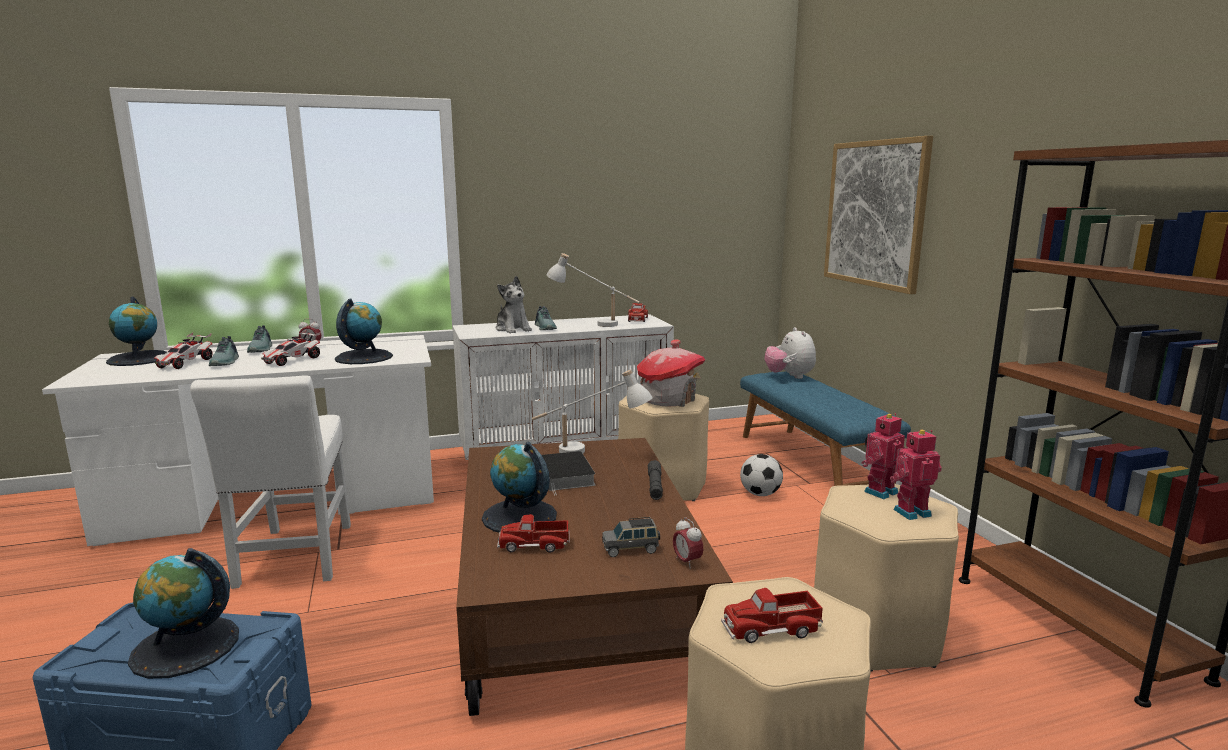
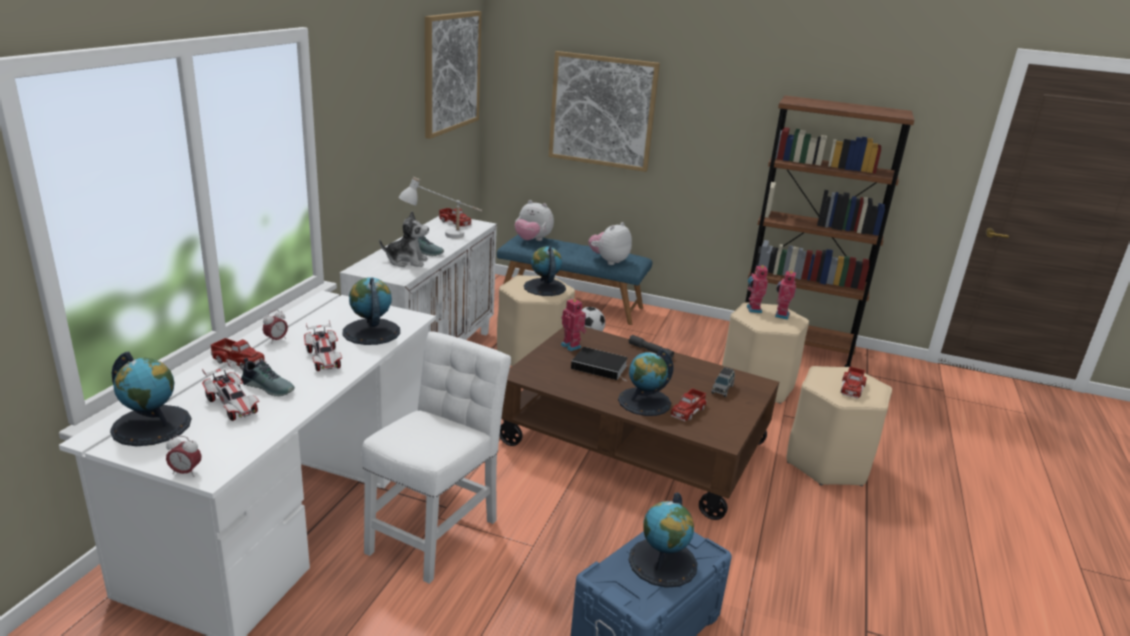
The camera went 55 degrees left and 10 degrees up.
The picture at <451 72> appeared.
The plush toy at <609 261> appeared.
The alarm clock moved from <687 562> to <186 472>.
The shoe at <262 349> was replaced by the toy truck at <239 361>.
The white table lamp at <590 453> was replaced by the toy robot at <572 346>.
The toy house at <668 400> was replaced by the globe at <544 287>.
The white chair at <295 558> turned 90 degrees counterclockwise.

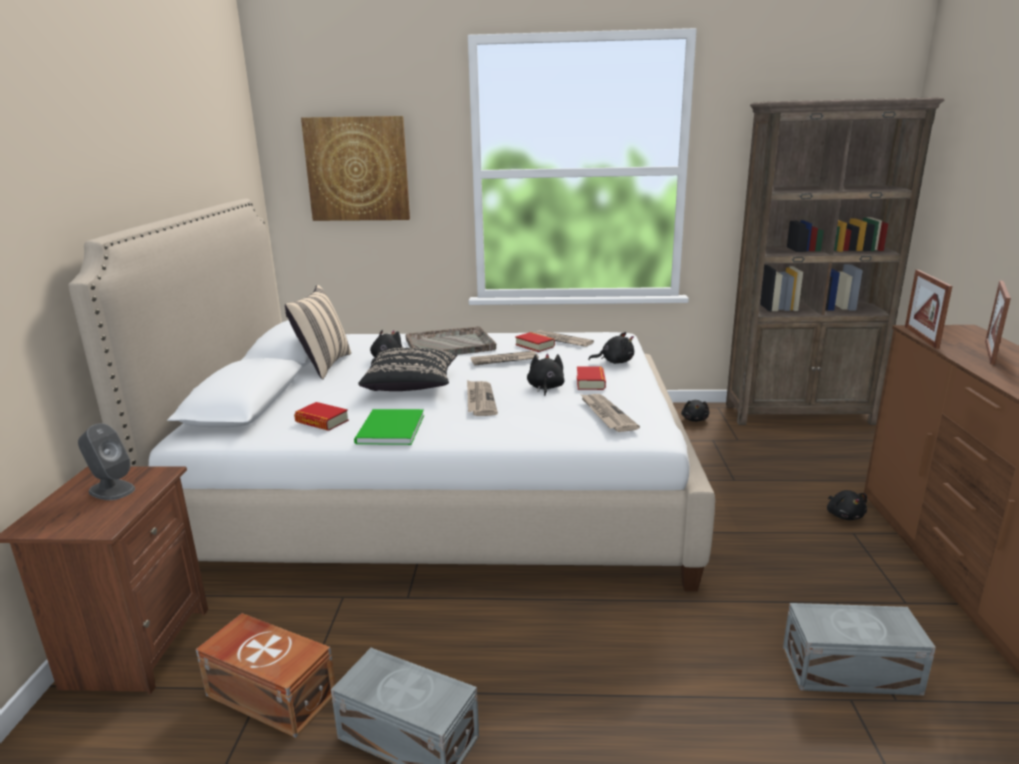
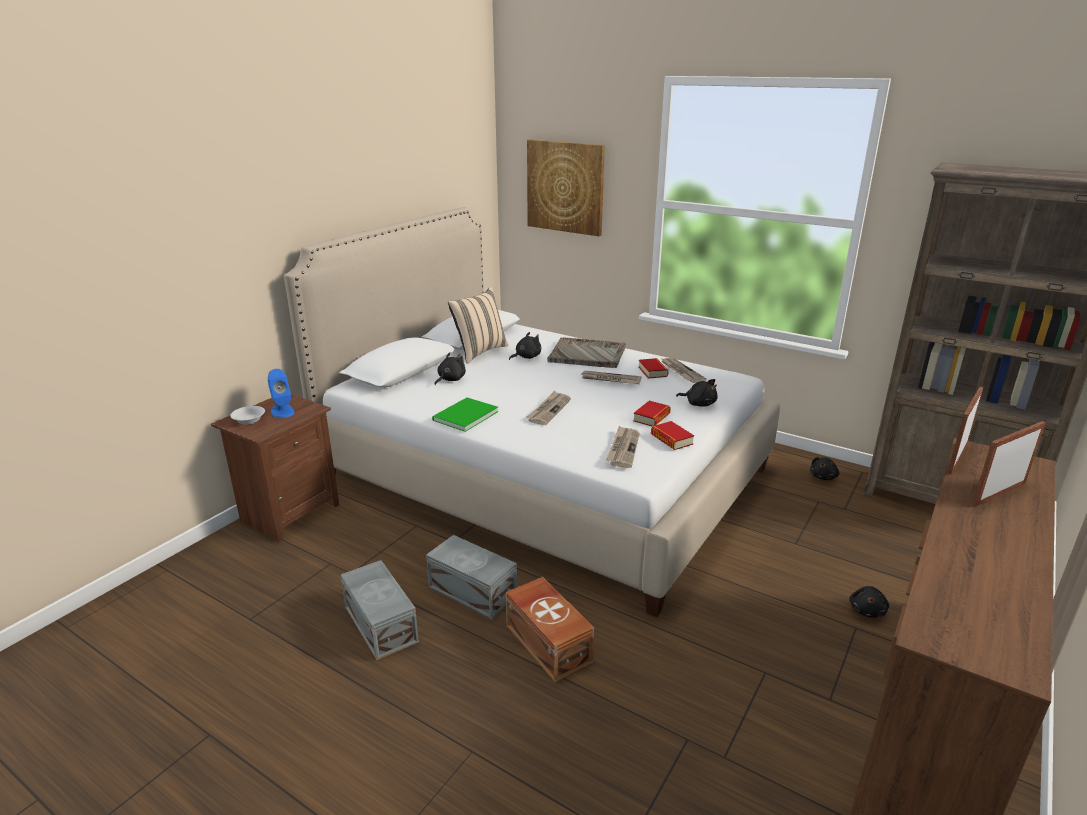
The camera went 30 degrees right and 5 degrees up.
The black pillow at <411 385> disappeared.
The white bowl at <249 421> appeared.
The brown storage box moved from <271 693> to <548 642>.
The book moved from <322 421> to <671 439>.
The black plush toy moved from <545 388> to <450 379>.
The grey storage box moved from <852 672> to <472 592>.
The grey speaker at <111 490> became the blue speaker at <282 411>.

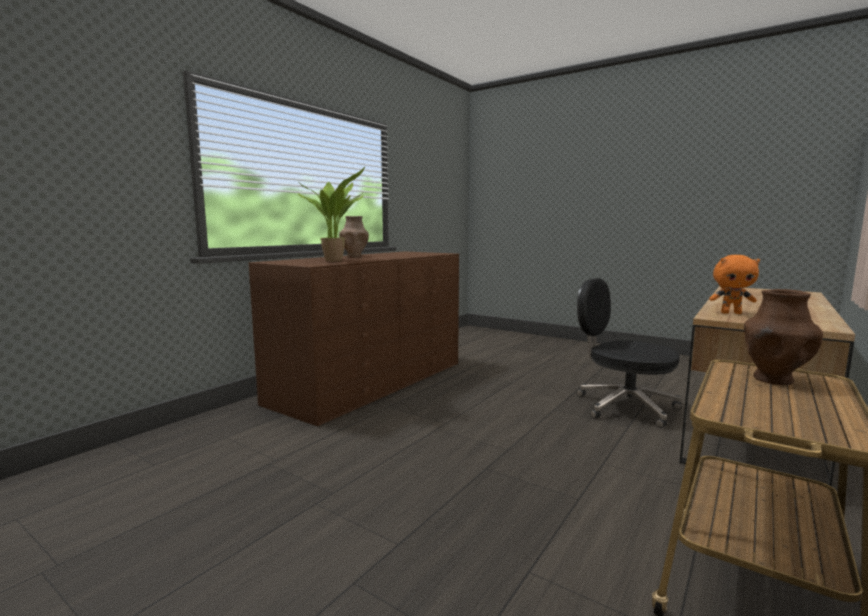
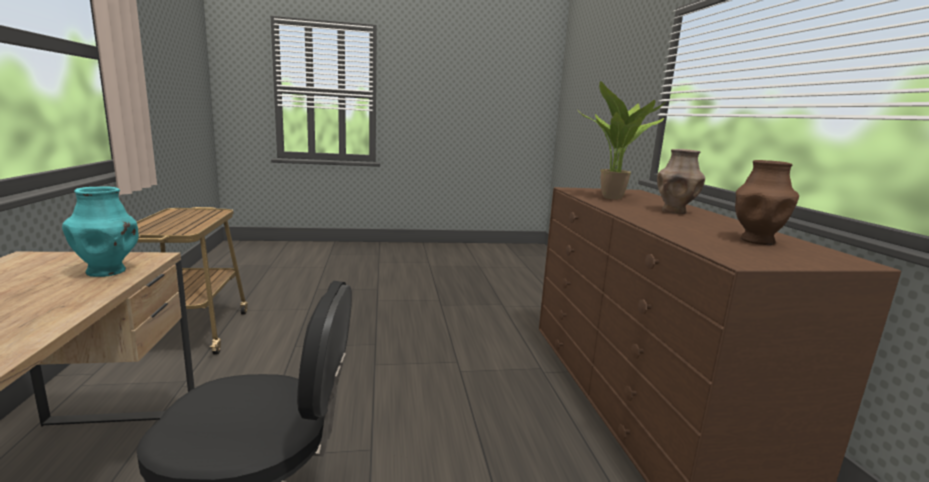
The camera went 135 degrees right and 5 degrees up.
The brown vase moved from <773 380> to <756 241>.
The orange plush toy at <731 313> was replaced by the turquoise vase at <107 271>.

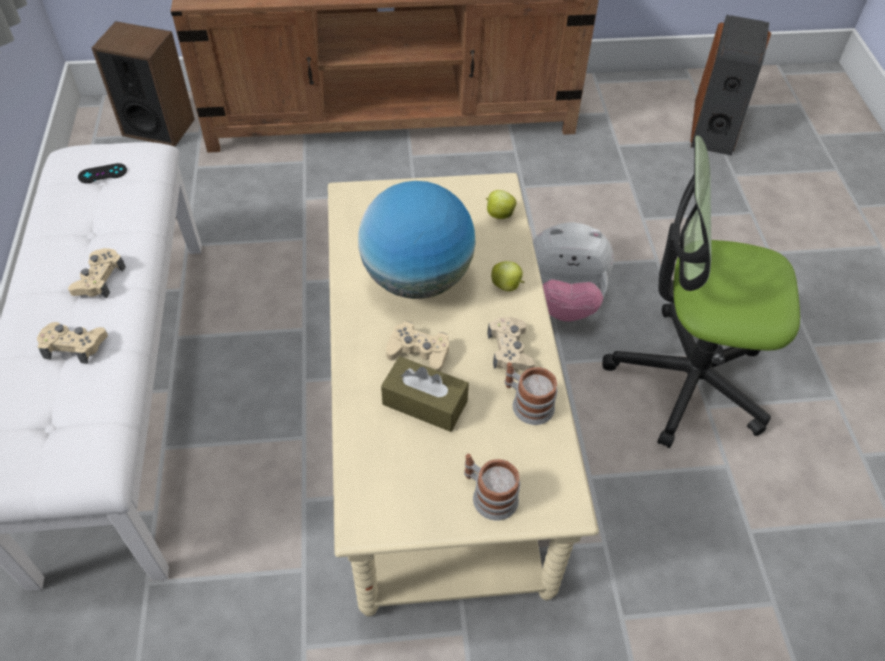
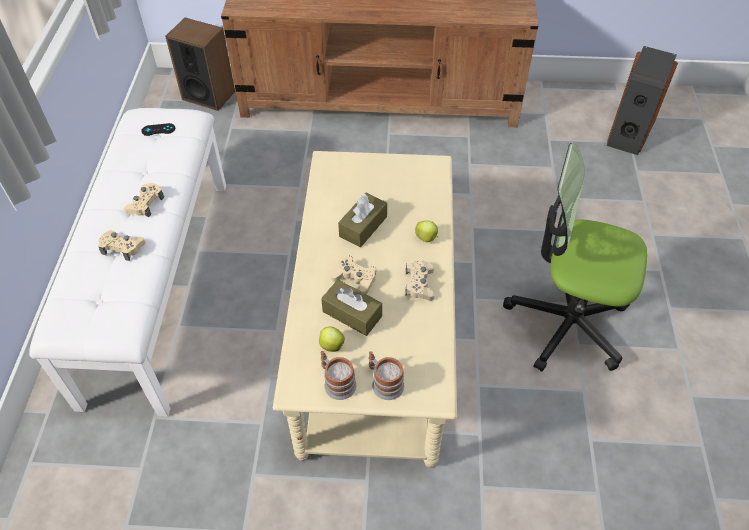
The camera went 10 degrees right and 0 degrees up.
The plush toy at <564 300> disappeared.
The apple moved from <499 214> to <331 345>.
The mug moved from <527 403> to <336 382>.
The globe at <417 279> was replaced by the brown tissue box at <363 226>.

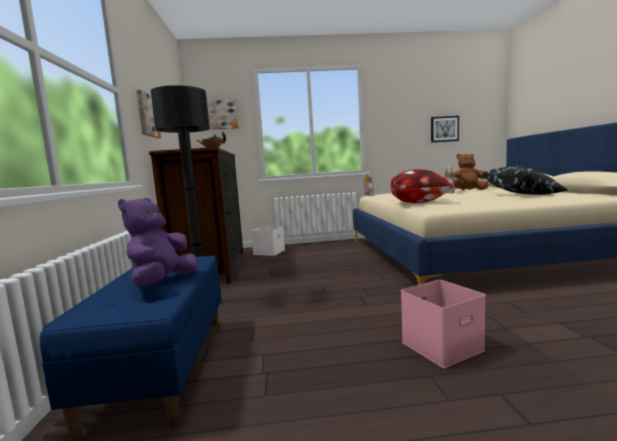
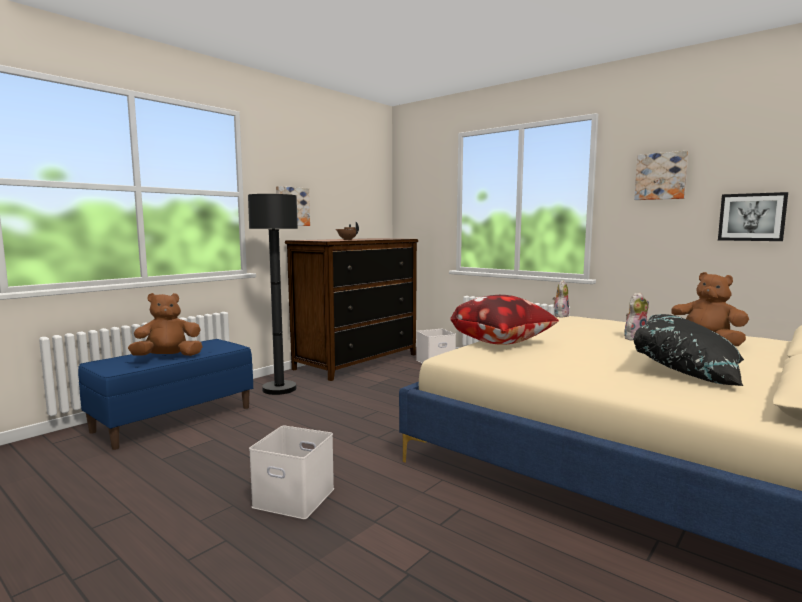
The camera went 45 degrees right and 0 degrees up.
The picture moved from <223 115> to <661 176>.
The purple plush toy at <162 283> became the brown plush toy at <168 357>.
The pink storage box at <442 347> became the white storage box at <292 498>.

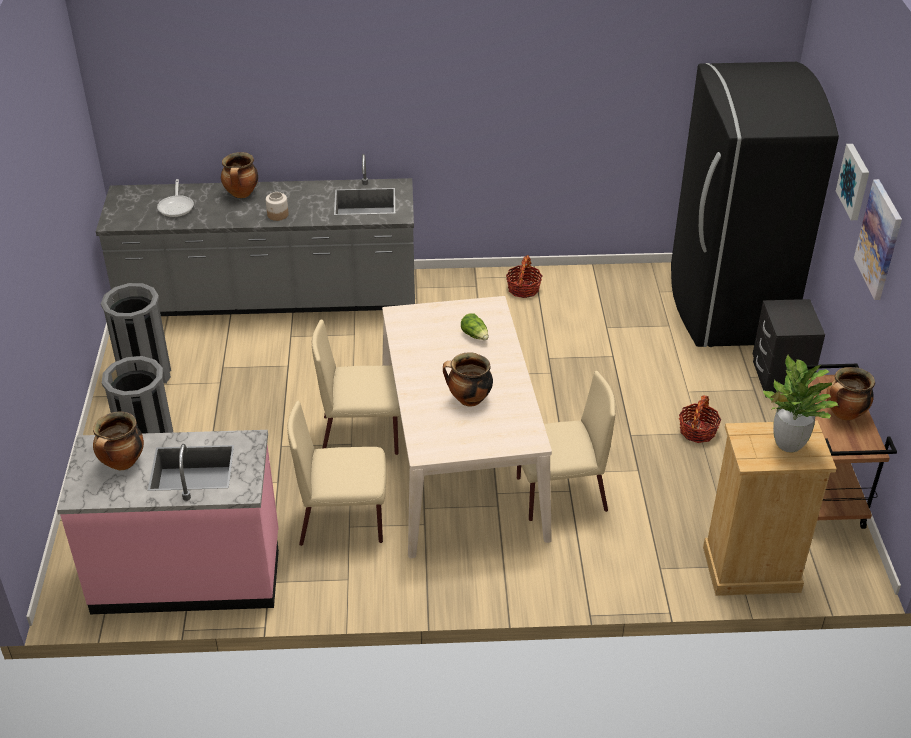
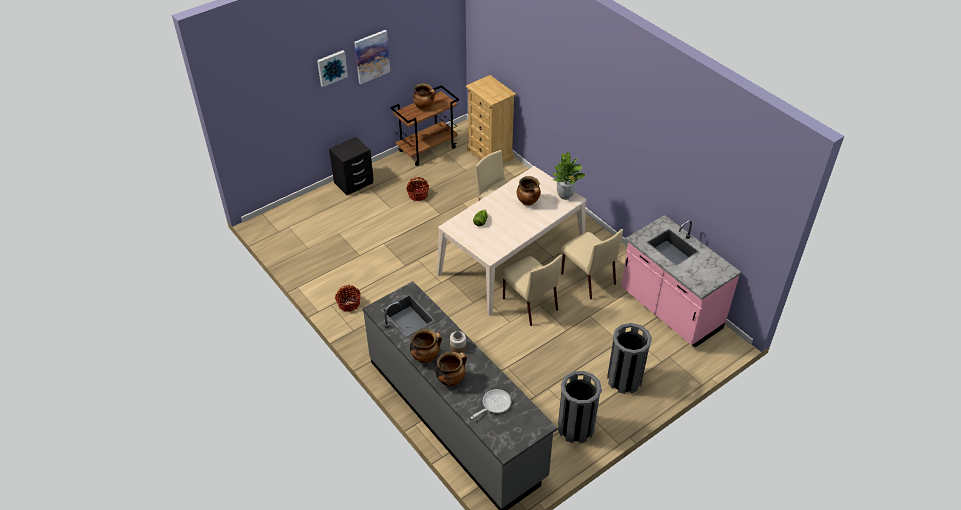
The camera went 125 degrees left and 5 degrees up.
The black fridge at <726 305> disappeared.
The cooking pot moved from <122 463> to <426 357>.
The potted plant moved from <788 444> to <565 195>.

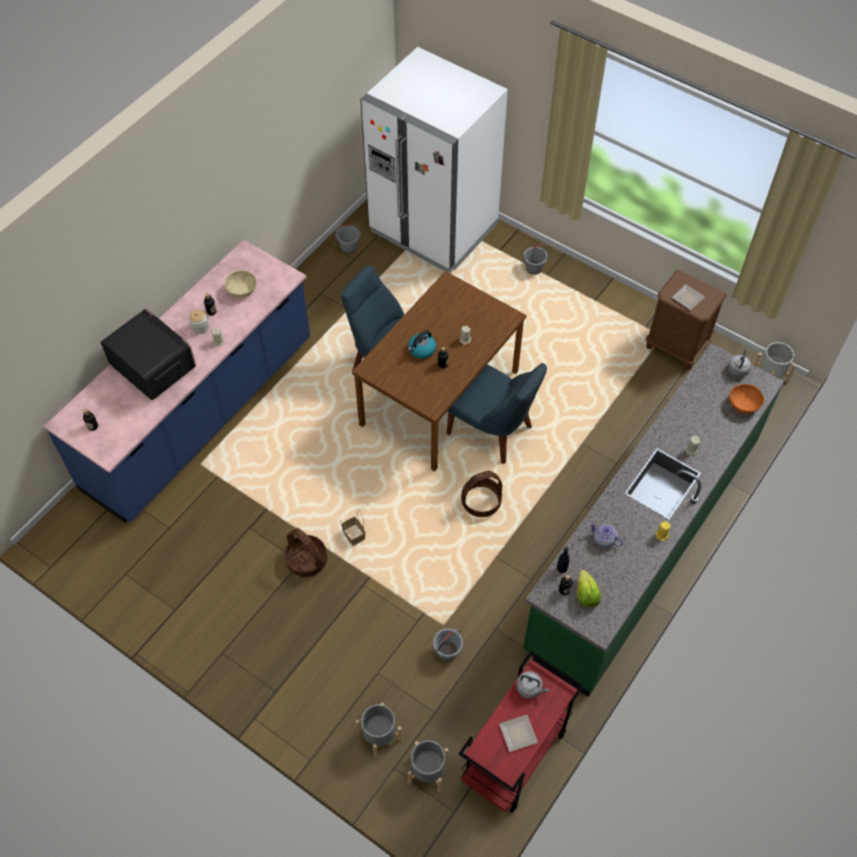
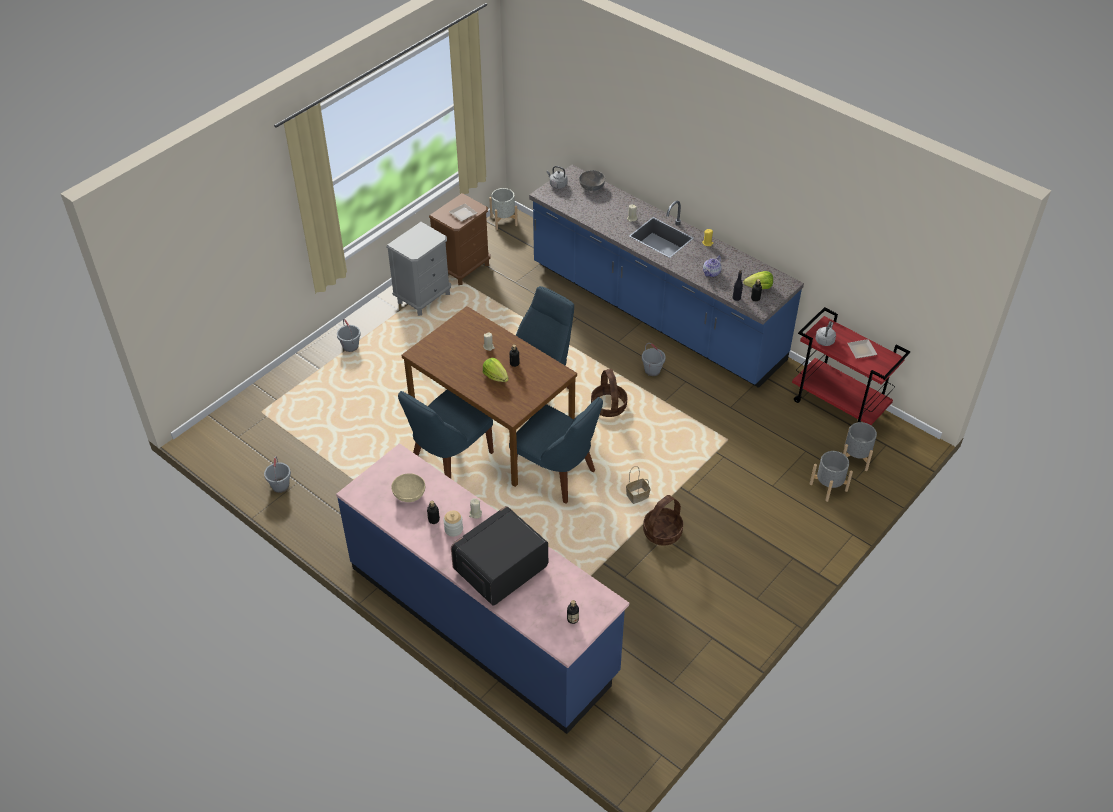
The camera went 85 degrees left and 10 degrees down.
The white fridge at <433 228> disappeared.
The grey nightstand at <424 297> appeared.
The blue chair at <557 475> appeared.
The grey bucket moved from <447 652> to <652 370>.
The kettle at <421 350> was replaced by the lettuce at <495 377>.
The green counter at <642 543> became the blue counter at <655 313>.
The orange bowl at <743 405> became the grey bowl at <592 186>.

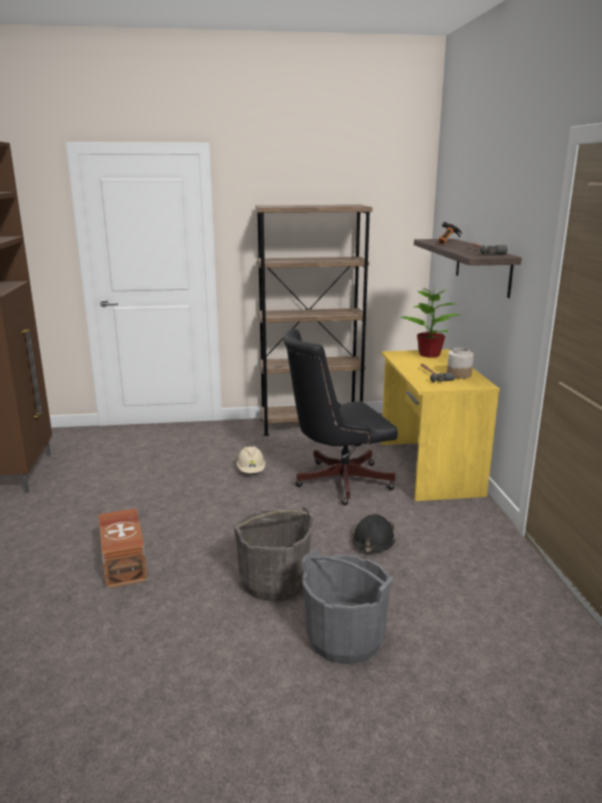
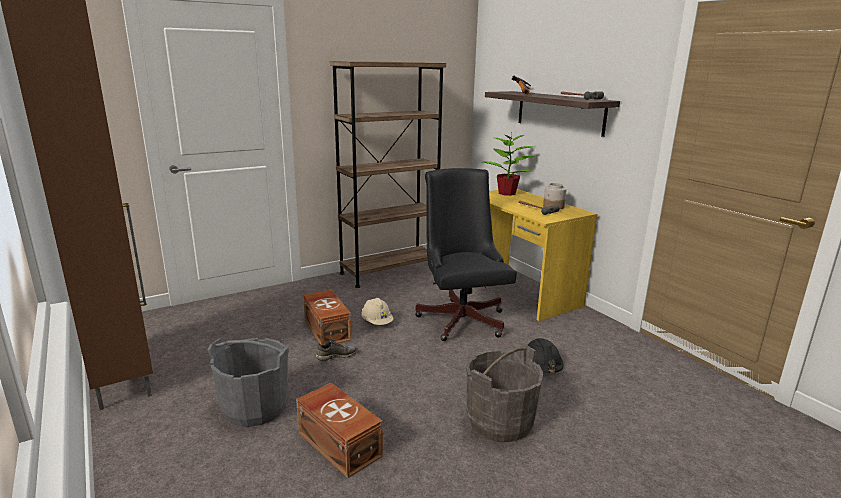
The camera went 25 degrees left and 0 degrees up.
The brown storage box at <328 329> appeared.
The grey shoe at <336 355> appeared.
The grey bucket moved from <345 638> to <255 407>.
The black office chair at <337 481> turned 120 degrees clockwise.

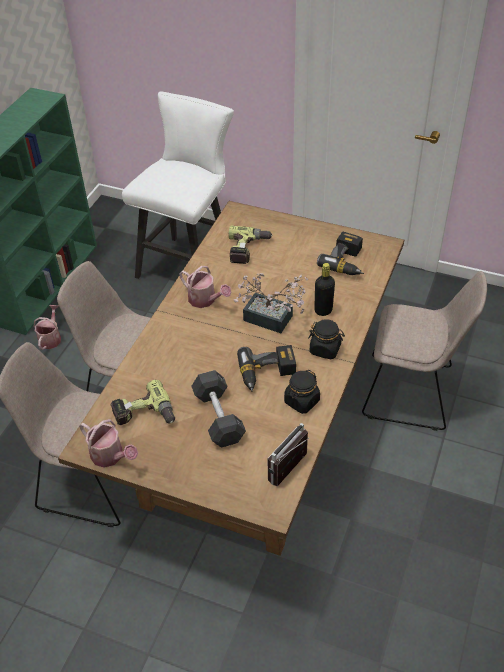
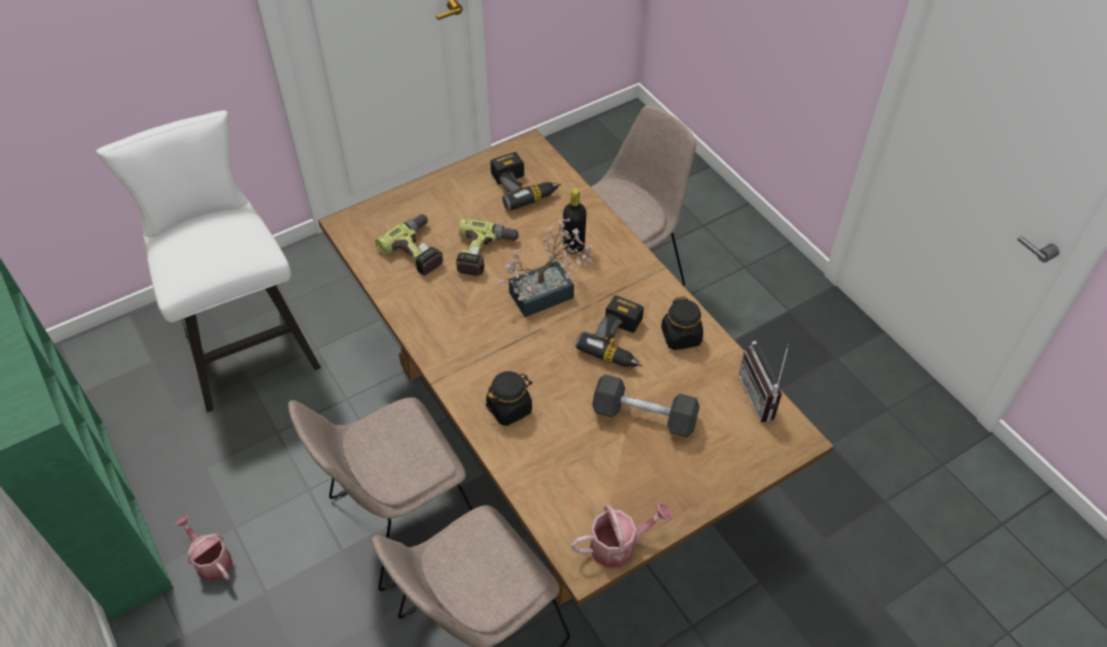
The camera went 55 degrees left and 5 degrees up.
The watering can at <205 300> disappeared.
The power drill moved from <144 415> to <485 254>.
The black jar moved from <325 349> to <509 408>.

